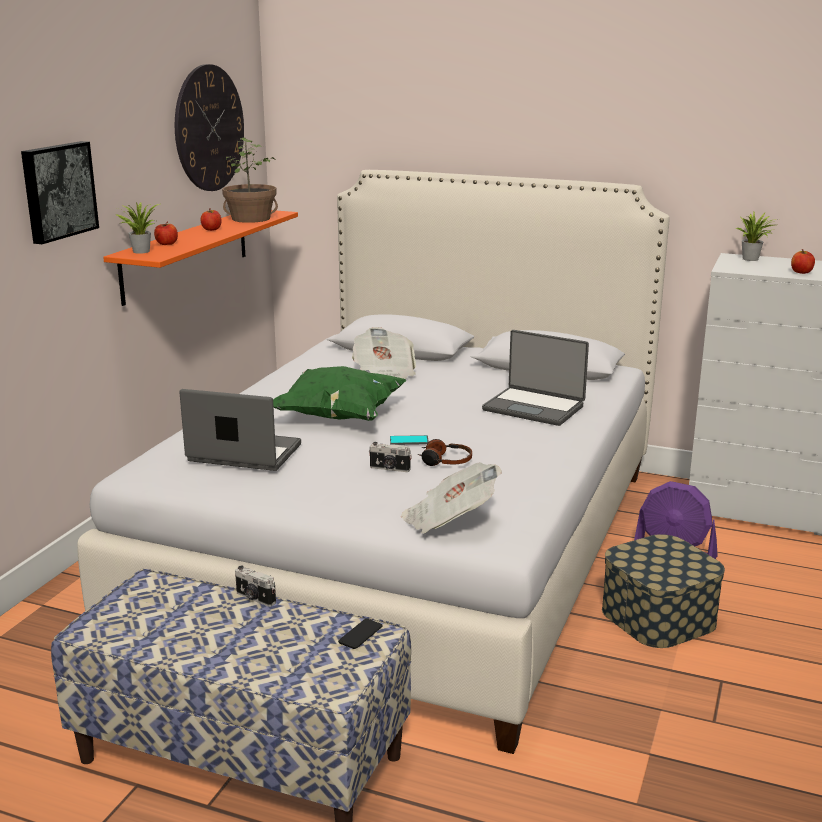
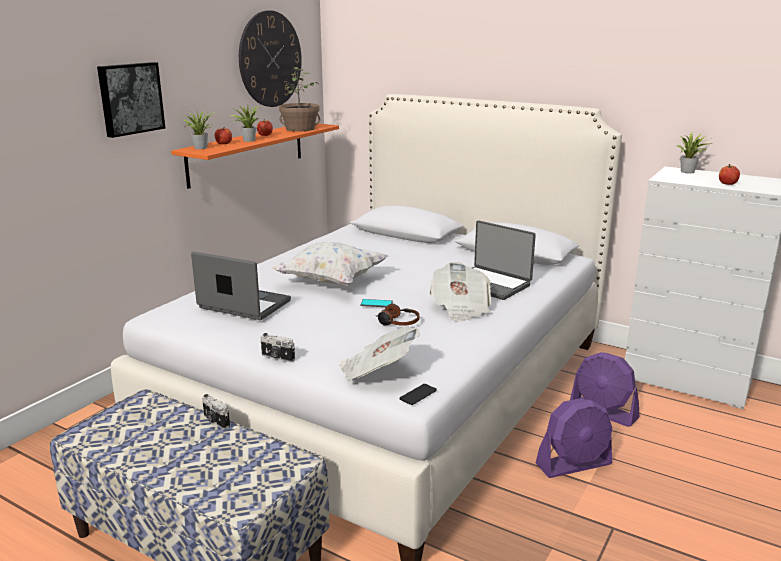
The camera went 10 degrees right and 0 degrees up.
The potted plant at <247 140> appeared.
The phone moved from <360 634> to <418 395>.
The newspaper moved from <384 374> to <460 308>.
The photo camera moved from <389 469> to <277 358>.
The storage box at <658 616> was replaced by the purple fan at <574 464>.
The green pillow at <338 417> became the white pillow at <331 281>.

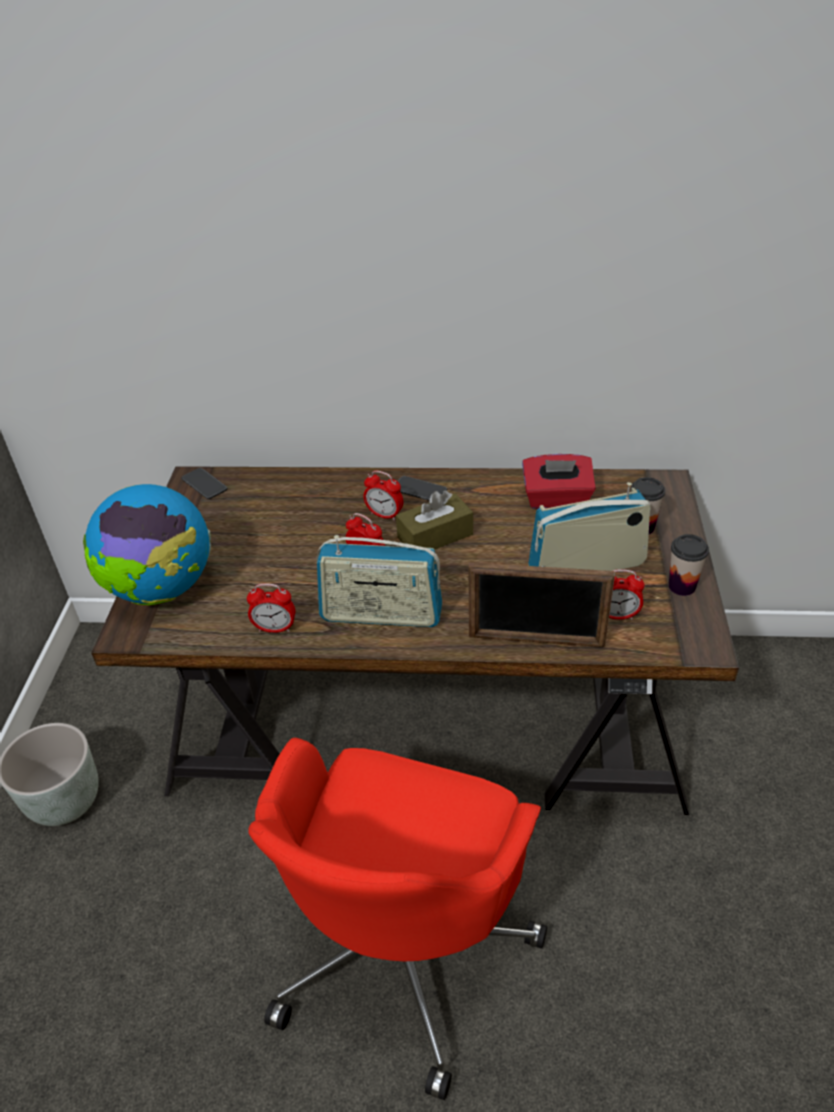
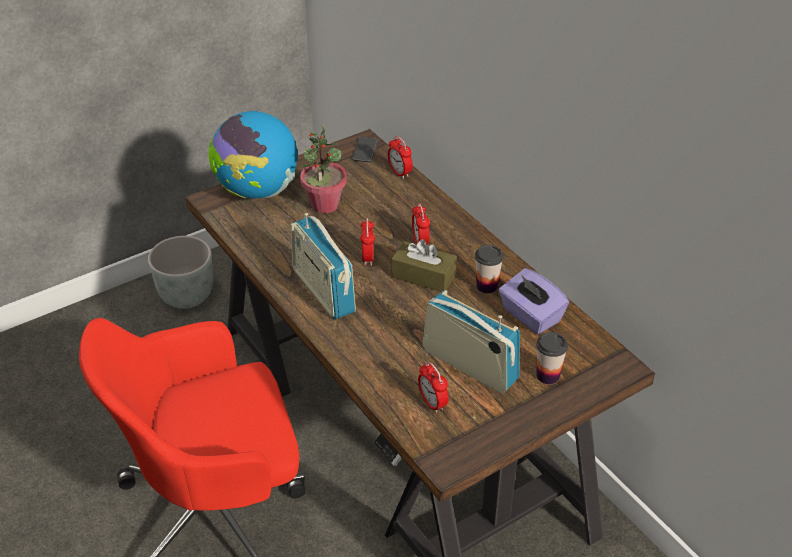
The camera went 50 degrees right and 0 degrees up.
The phone at <419 490> disappeared.
The picture frame at <536 640> disappeared.
The potted plant at <324 205> appeared.
The alarm clock moved from <275 628> to <399 173>.
The cup moved from <682 586> to <487 286>.
The red tissue box at <557 499> became the purple tissue box at <530 316>.

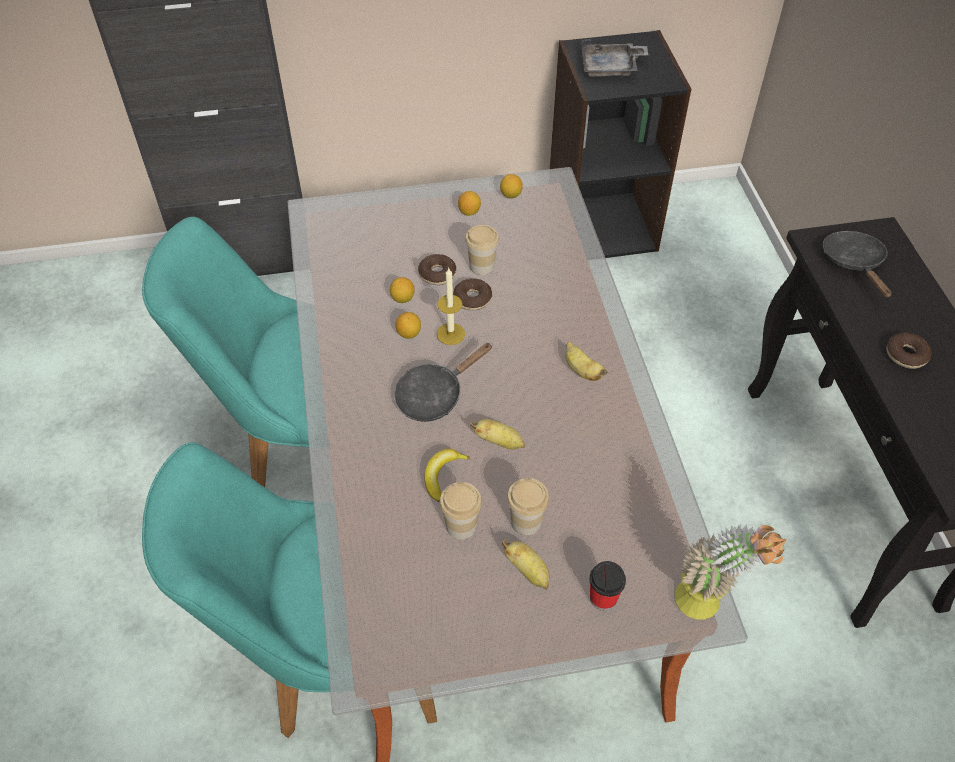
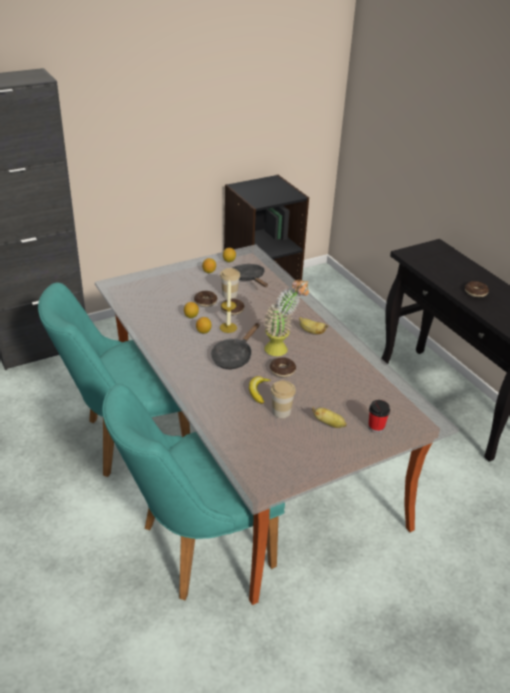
The camera went 20 degrees left and 15 degrees down.
The cup at <526 522> disappeared.
The grey tray at <610 68> disappeared.
The potted plant moved from <709 604> to <282 350>.
The black frying pan moved from <854 263> to <249 278>.
The banana at <499 442> was replaced by the donut at <282 371>.

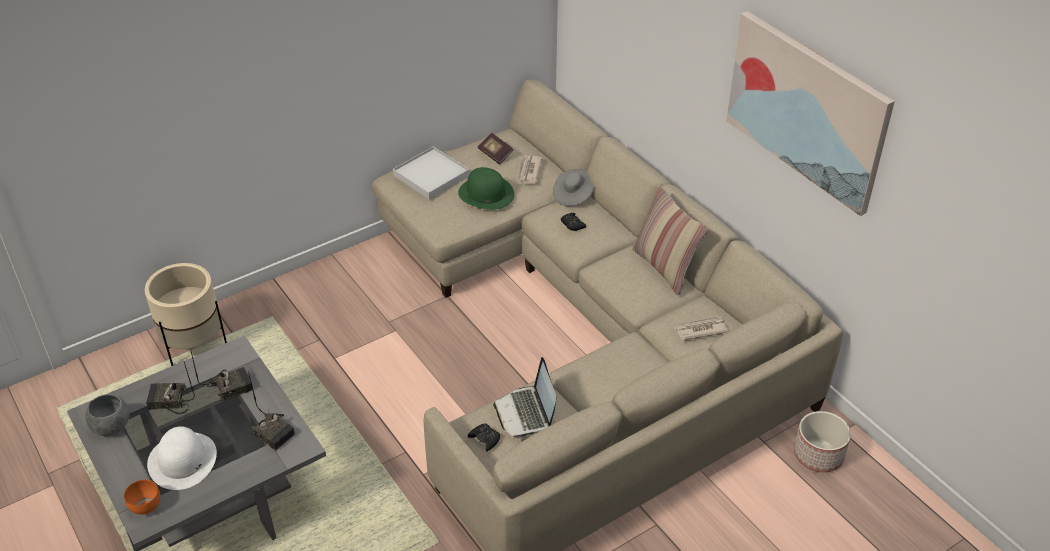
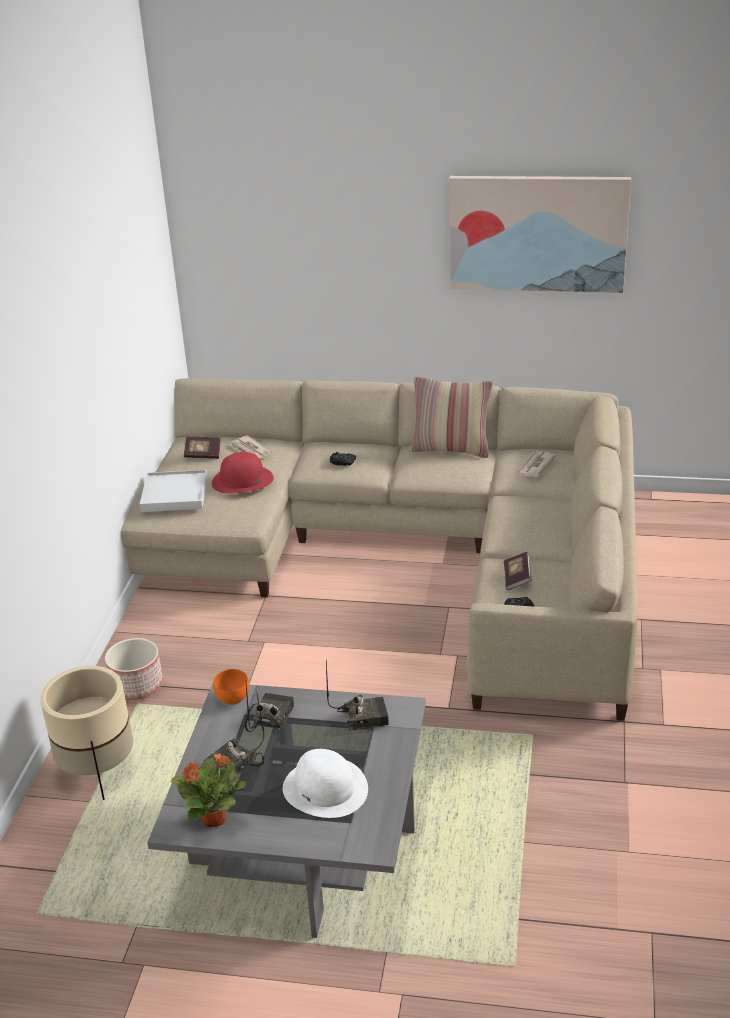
The camera went 45 degrees left and 10 degrees down.
The grey hat at <573 195> disappeared.
The orange bowl moved from <144 506> to <231 699>.
The planter moved from <819 455> to <137 685>.
The grey bowl at <111 427> was replaced by the potted plant at <215 819>.
The laptop at <526 413> was replaced by the book at <517 578>.
The green hat at <485 193> became the red hat at <242 480>.

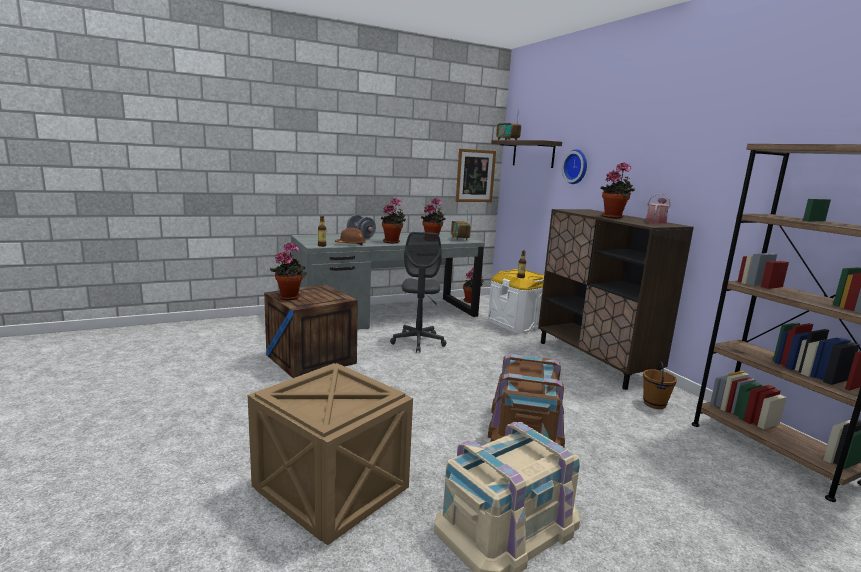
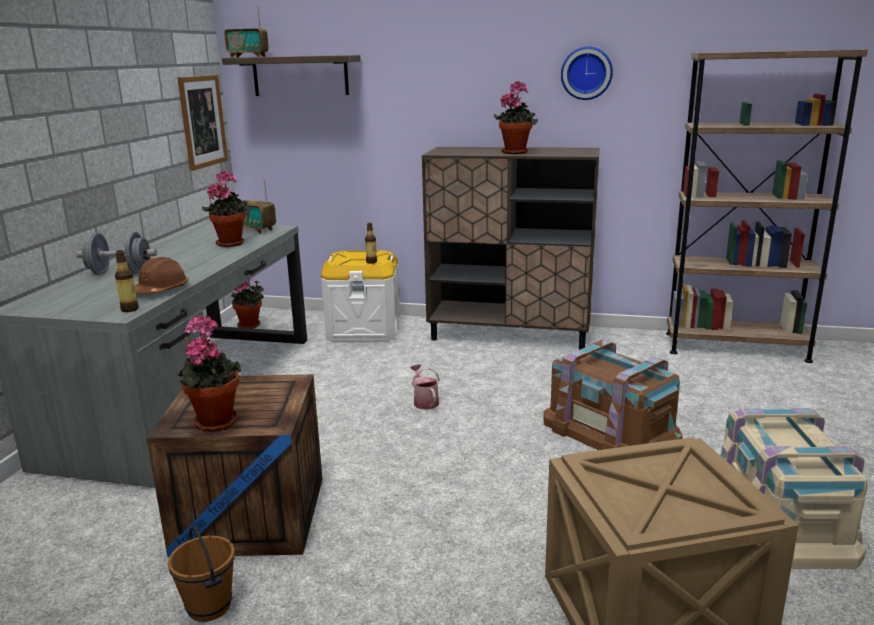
The camera went 50 degrees left and 5 degrees up.
The potted plant at <393 242> disappeared.
The grey office chair at <418 342> disappeared.
The wall clock moved from <577 167> to <586 73>.
The brown bucket moved from <654 404> to <208 607>.
The watering can moved from <656 222> to <424 401>.

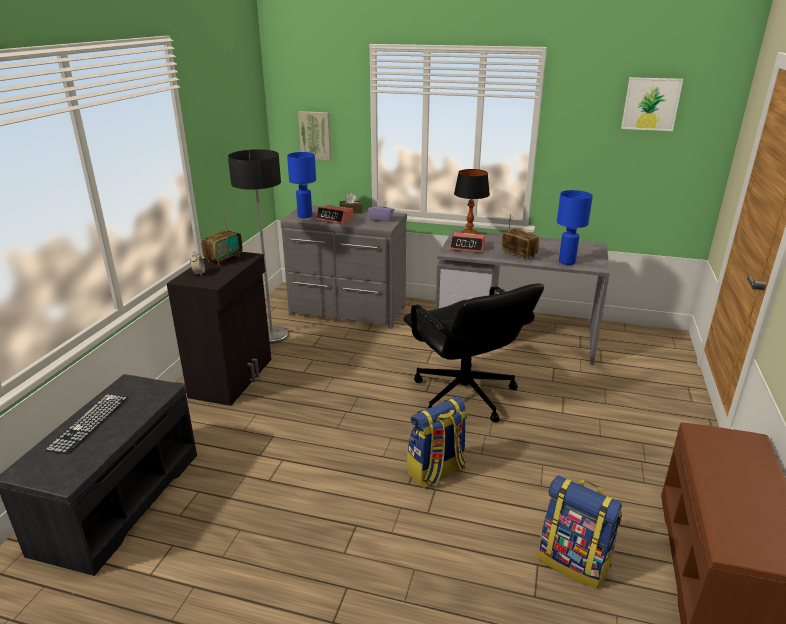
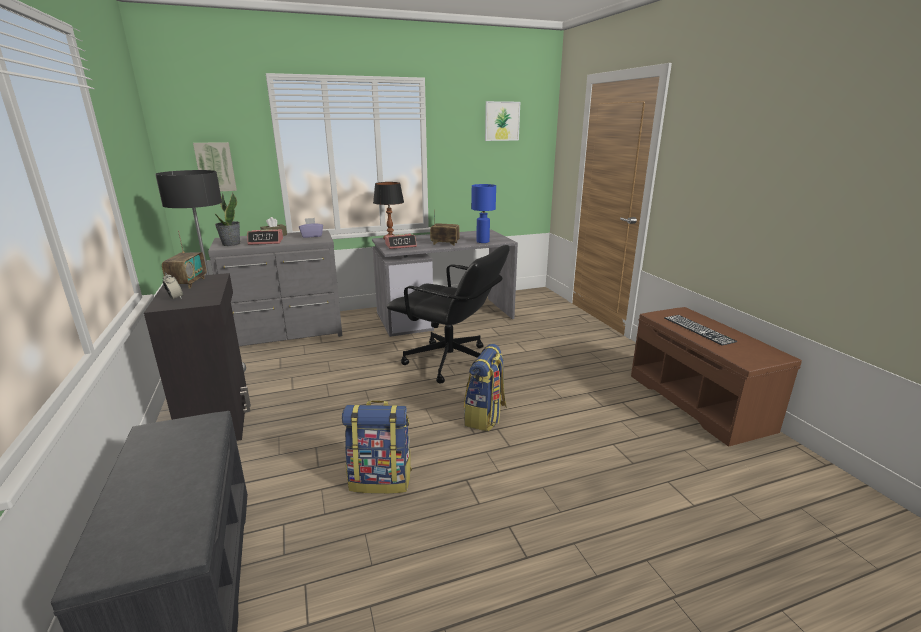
The camera went 35 degrees left and 5 degrees down.
The keyboard moved from <89 422> to <698 329>.
The backpack moved from <574 562> to <381 480>.
The blue table lamp at <305 216> was replaced by the potted plant at <231 244>.

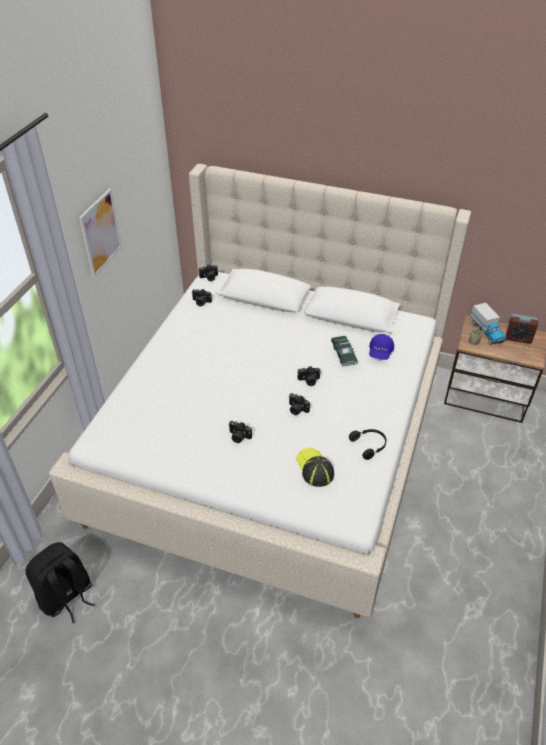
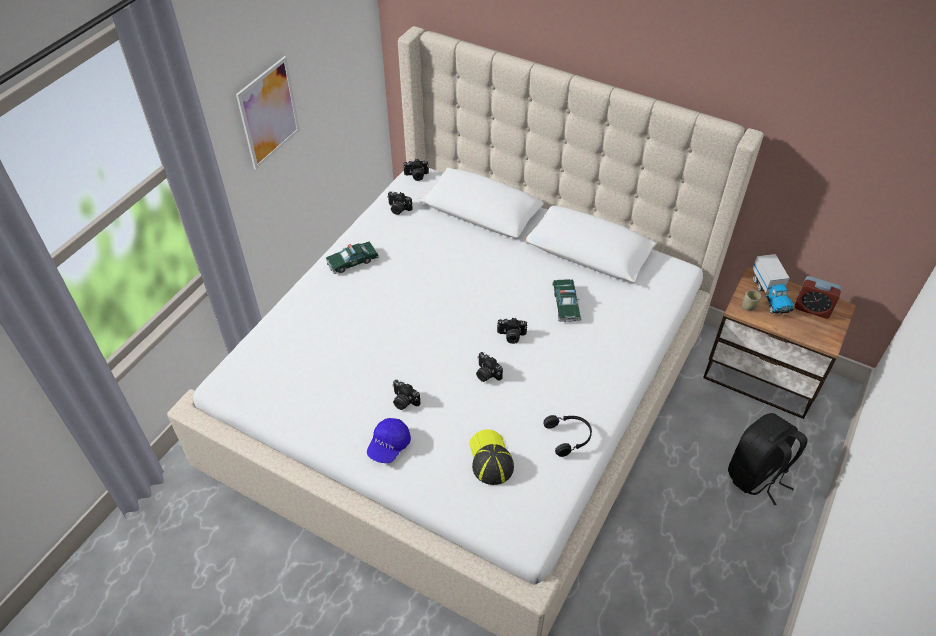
The camera went 10 degrees right and 5 degrees up.
The toy car at <352 261> appeared.
The black backpack moved from <66 597> to <756 475>.
The blue cap moved from <380 352> to <389 446>.

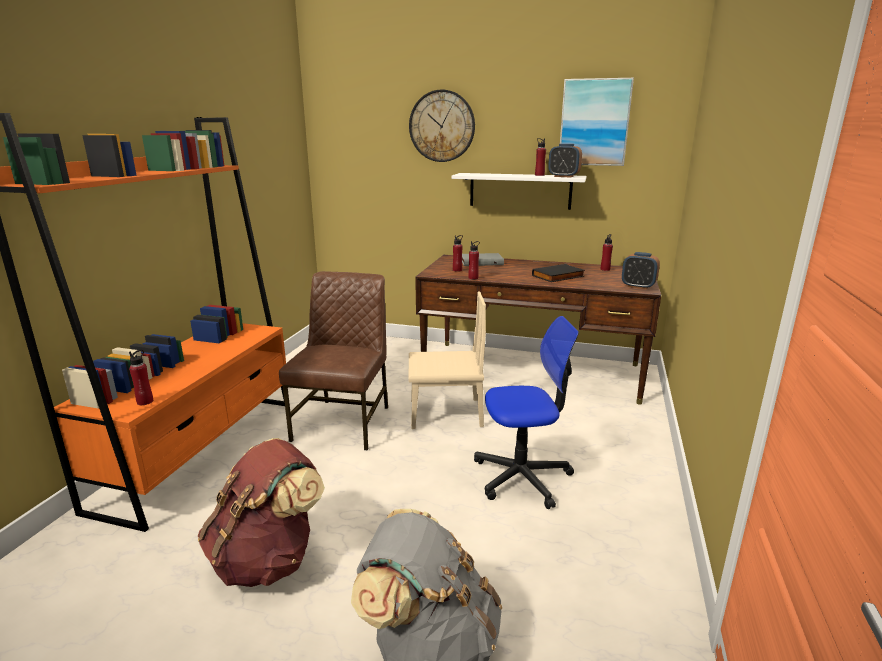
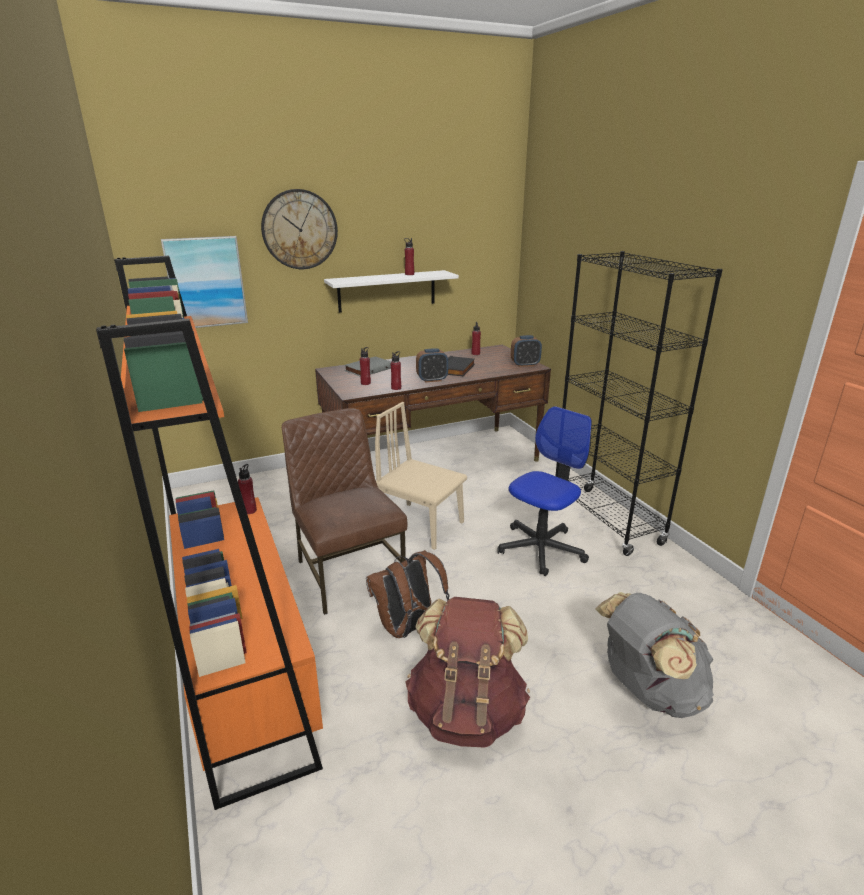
The camera went 40 degrees left and 5 degrees up.
The brown backpack at <408 628> appeared.
The black bookcase at <606 520> appeared.
The red bottle moved from <145 401> to <249 510>.
The alarm clock moved from <563 176> to <432 380>.
The picture moved from <594 122> to <206 282>.
The beige chair at <445 413> turned 105 degrees counterclockwise.

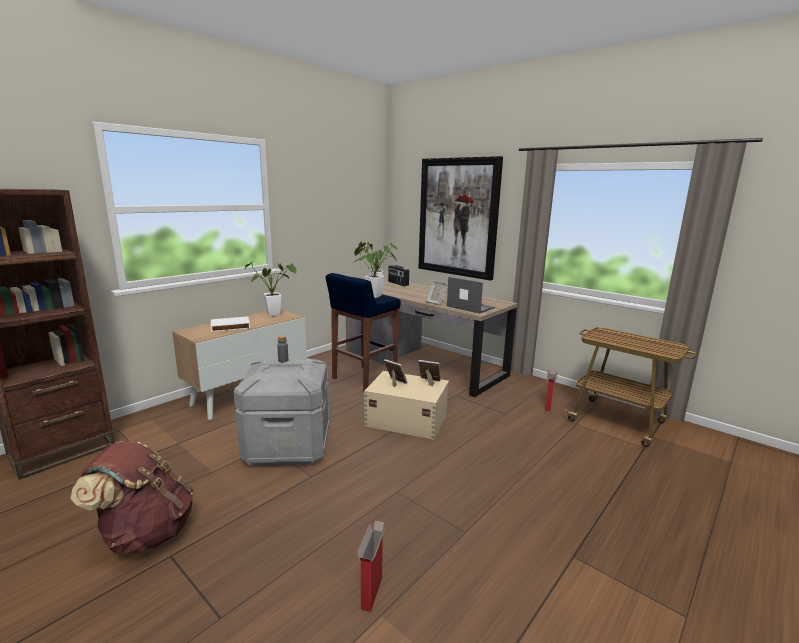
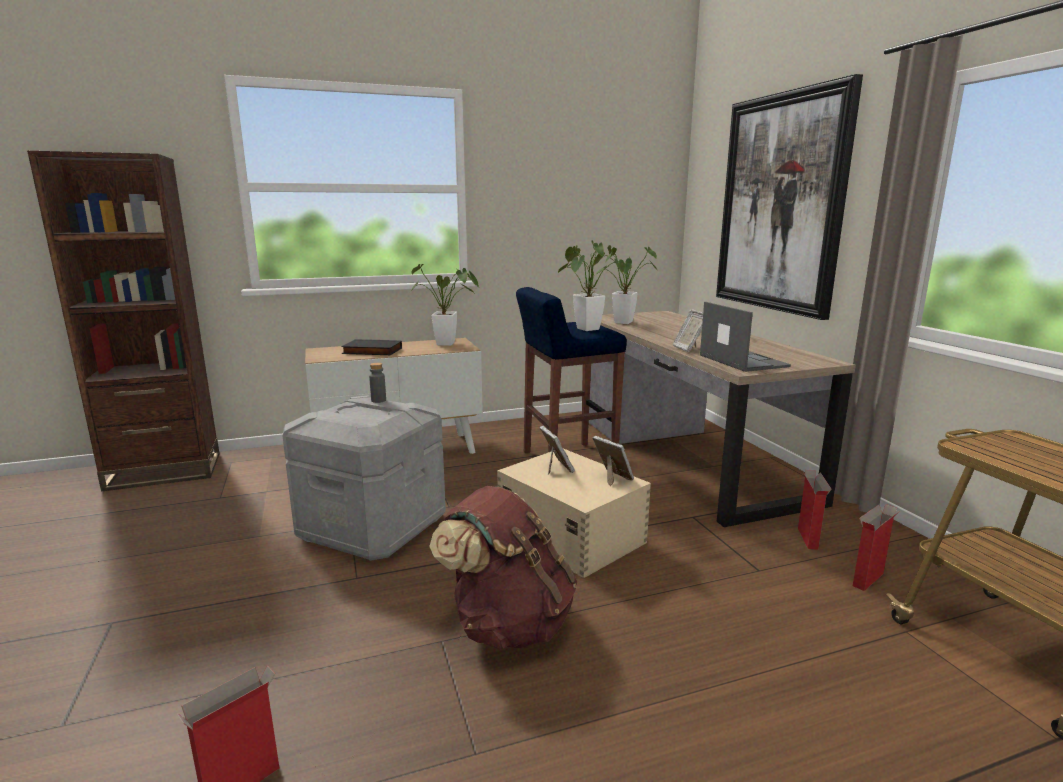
The camera went 30 degrees right and 0 degrees up.
The radio at <398 283> disappeared.
The cardboard box at <808 539> appeared.
The brown backpack moved from <145 533> to <508 624>.
The white book at <230 327> became the black book at <371 351>.

